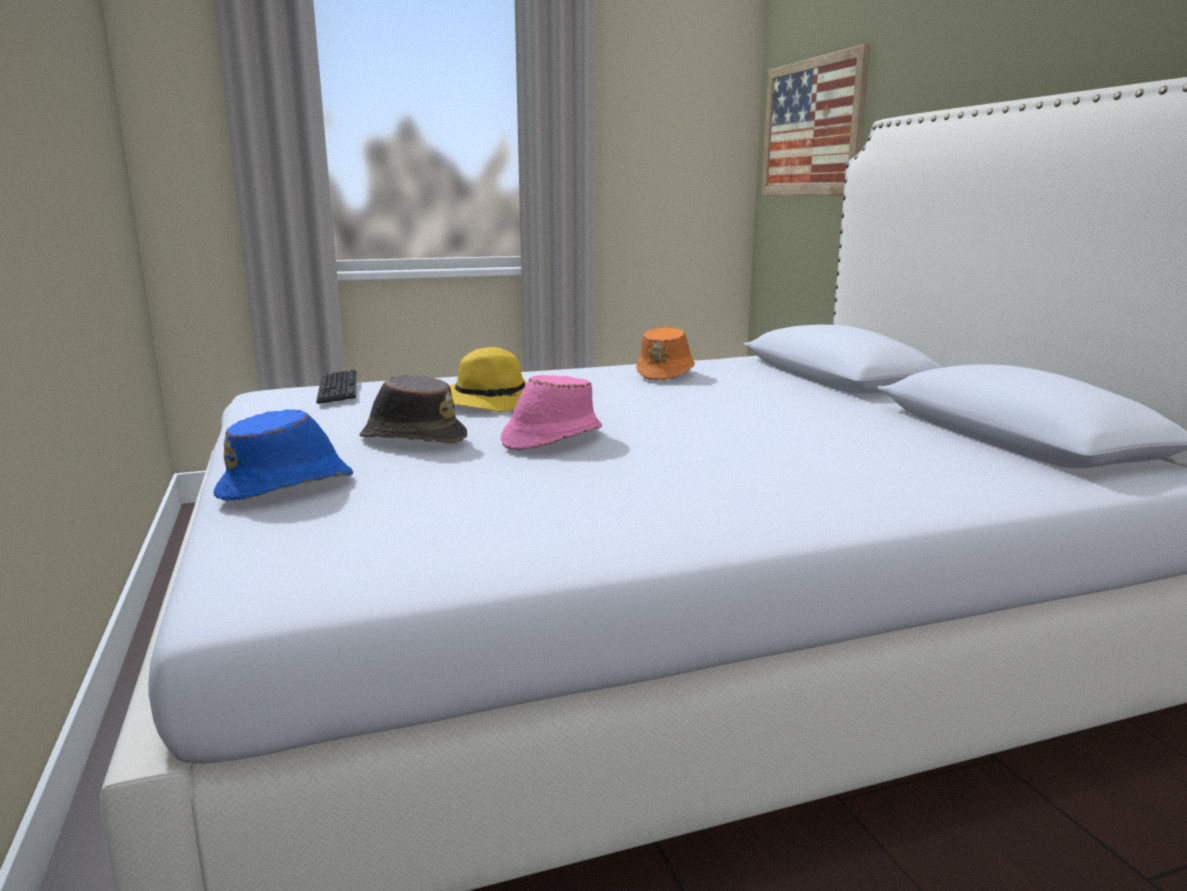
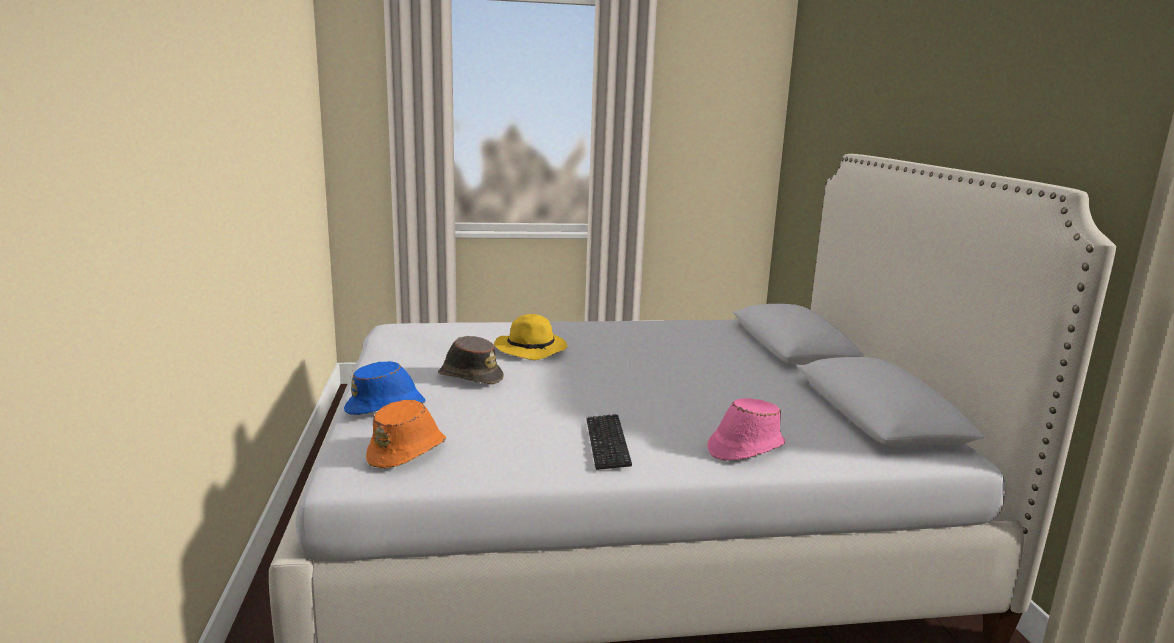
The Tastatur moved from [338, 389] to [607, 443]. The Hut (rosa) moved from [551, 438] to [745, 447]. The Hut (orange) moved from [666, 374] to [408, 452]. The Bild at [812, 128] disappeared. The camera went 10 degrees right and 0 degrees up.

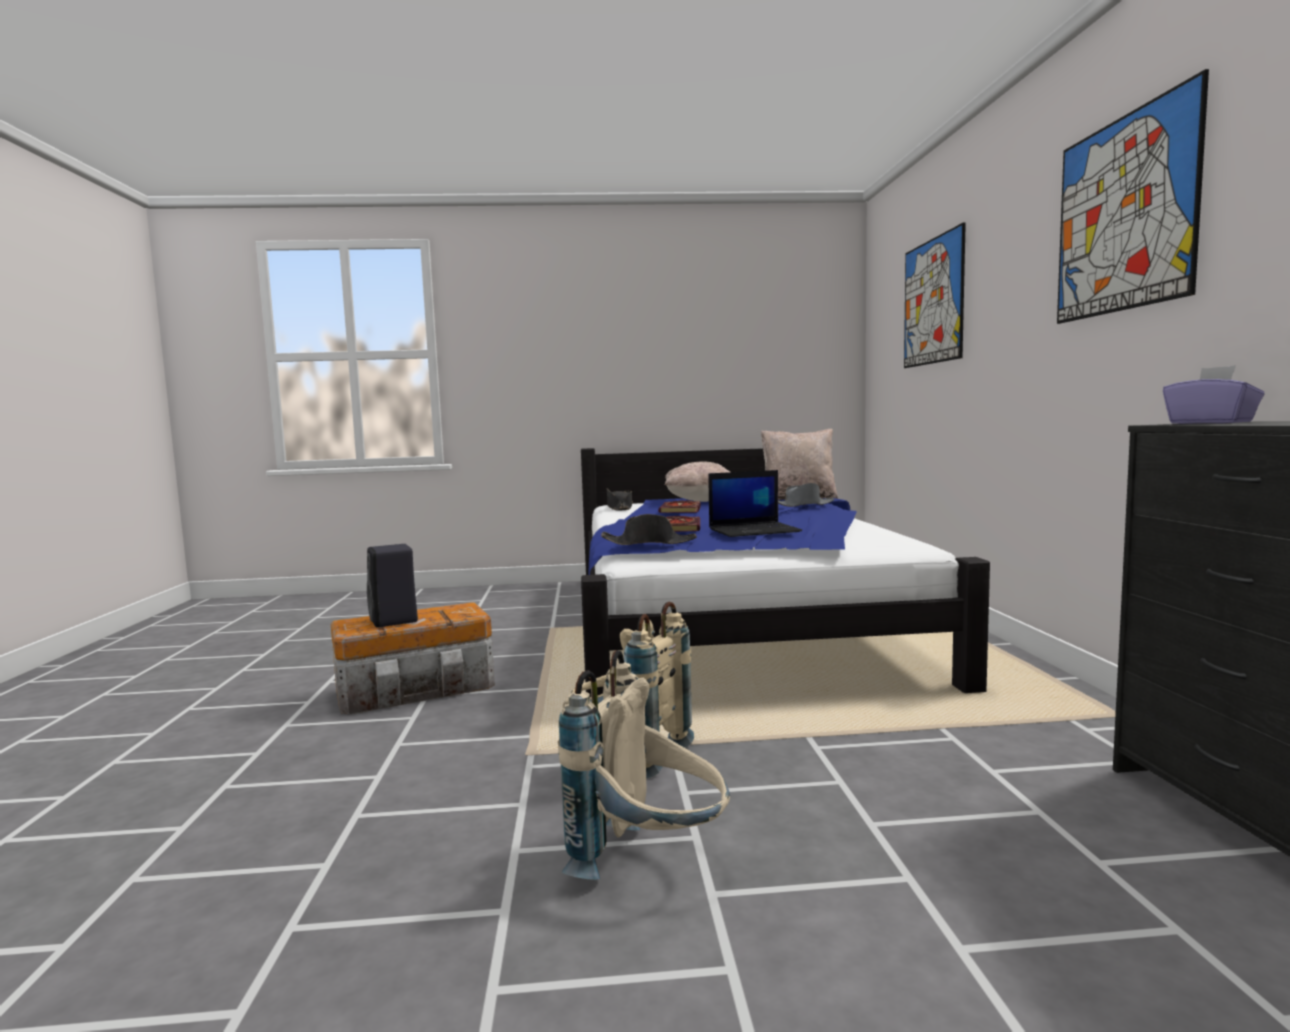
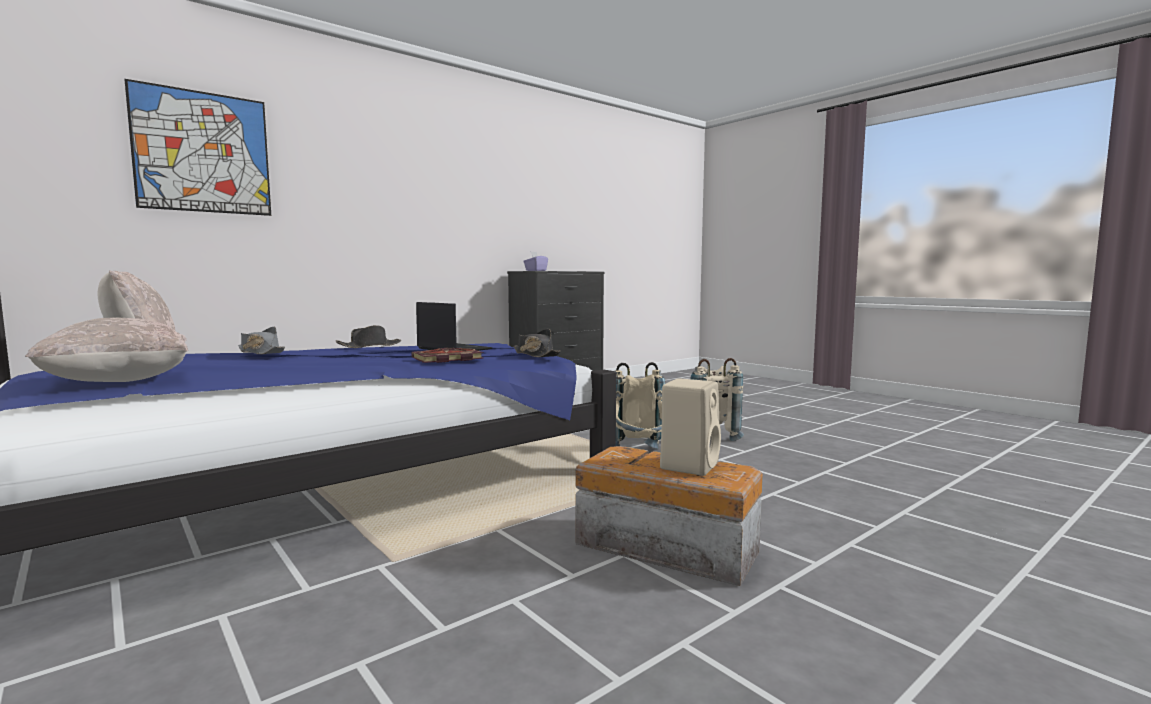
The Lautsprecher (schwarz) at [394, 621] became the Lautsprecher (beige) at [689, 465]. The Hut (schwarz) moved from [619, 508] to [369, 346]. The Buch at [681, 510] disappeared. The Bild at [1123, 214] disappeared. The camera went 125 degrees left and 0 degrees up.

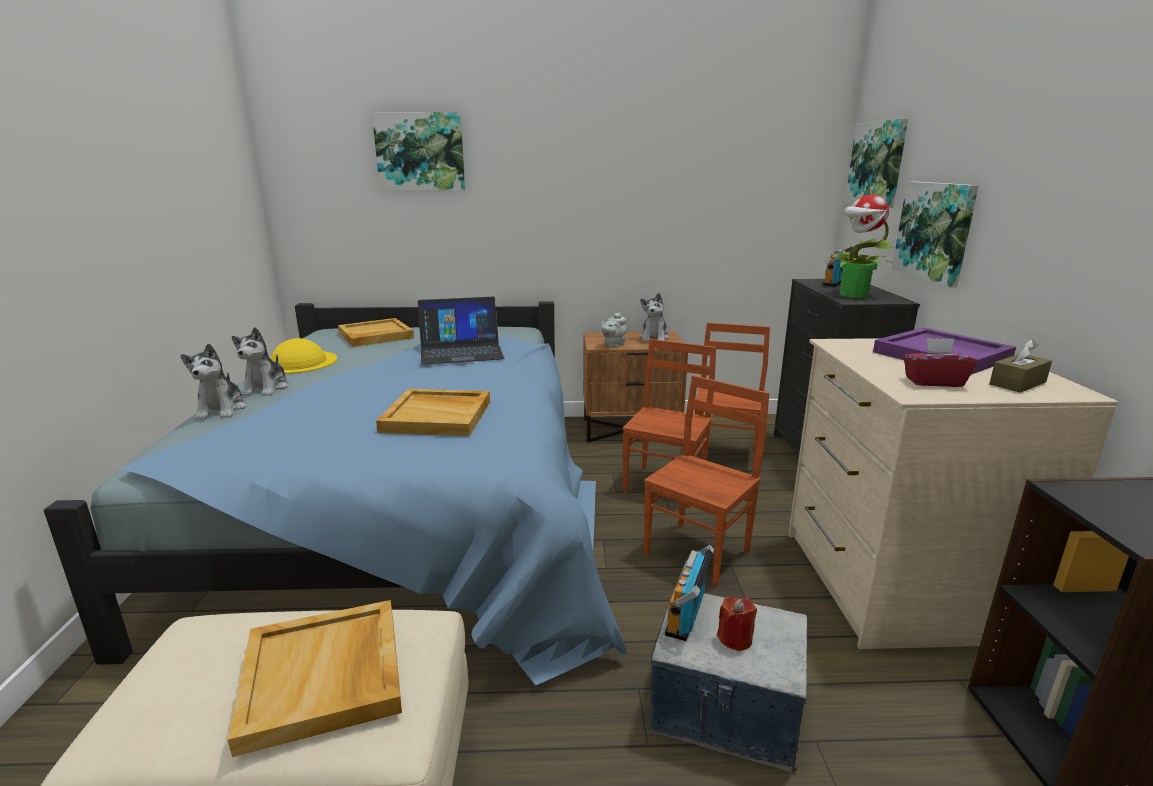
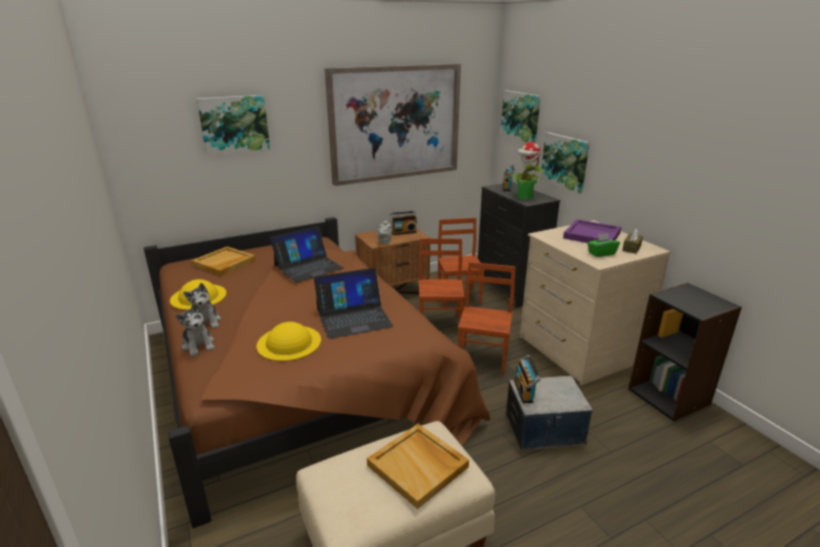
The Bett (blau) at [412, 508] became the Bett (braun) at [301, 377]. The Tablett (beige) at [438, 416] was replaced by the Laptop at [354, 318]. The Plüschtier at [654, 338] was replaced by the Radio at [403, 232]. The Kerze (rot) at [735, 639] disappeared. The Taschentuchbox (rot) at [933, 382] became the Taschentuchbox (grün) at [601, 253]. The Hut (gelb) at [289, 342] appeared. The Bild at [395, 123] appeared. The camera went 25 degrees left and 5 degrees up.

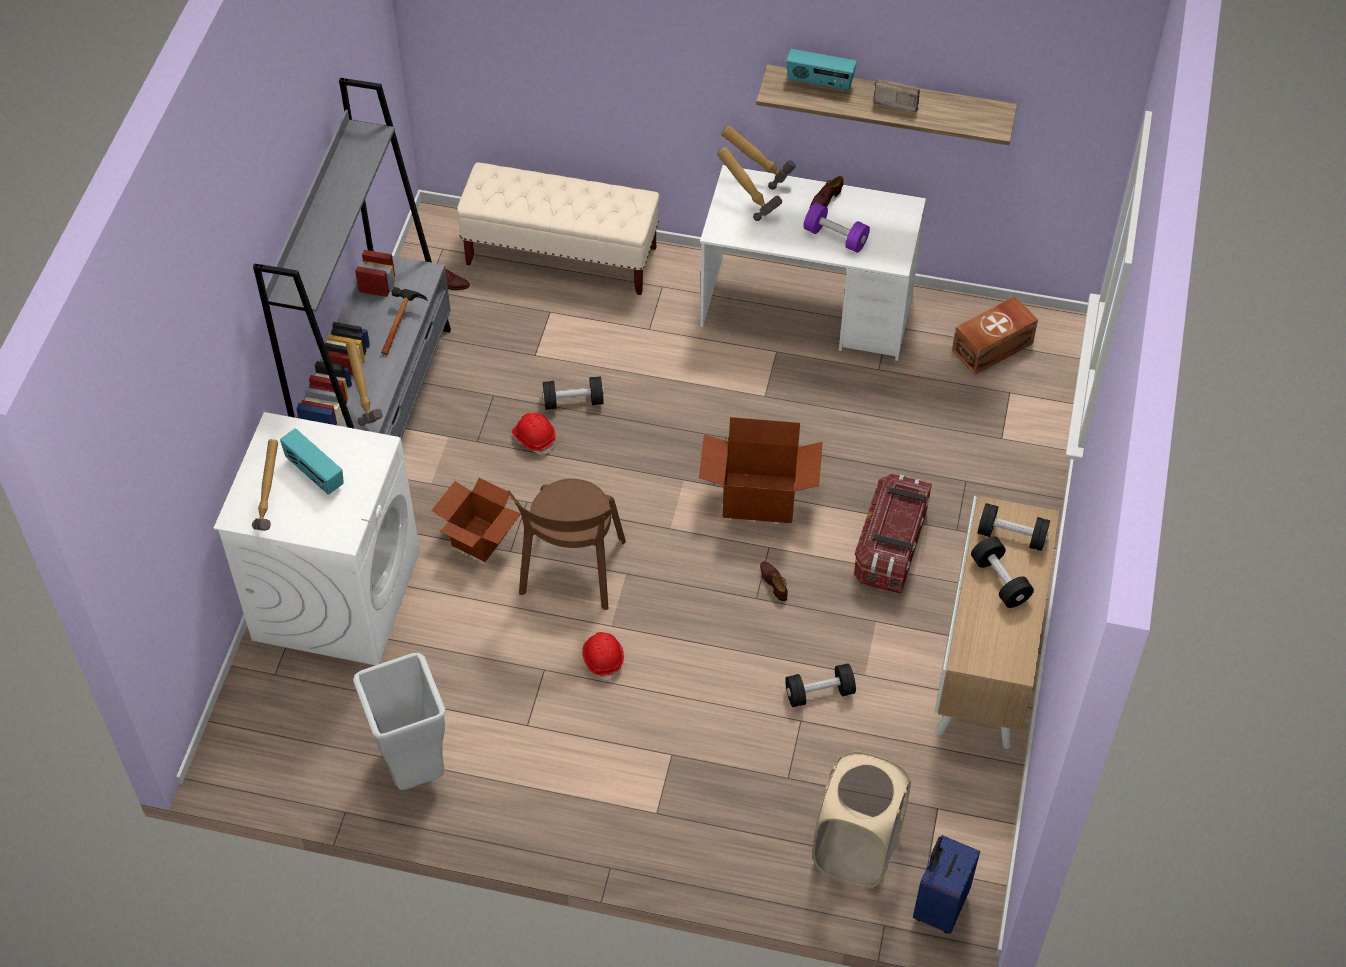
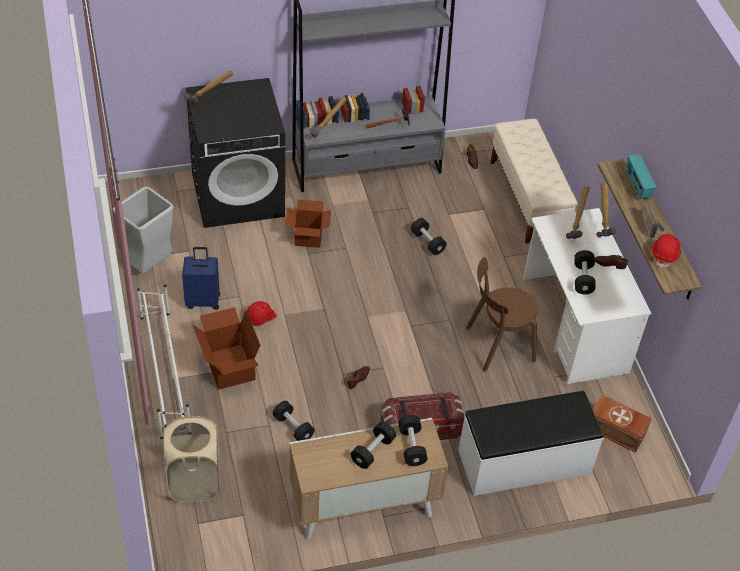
The Waschmaschine (weiß) at [336, 594] became the Waschmaschine (schwarz) at [238, 195]. The Radio at [314, 473] disappeared. The Stuhl (braun) moved from [571, 571] to [496, 345]. The Schutzhelm (rot) moved from [534, 438] to [665, 255]. The Karton moved from [759, 499] to [229, 367]. The Hantel (lila) at [835, 237] became the Hantel (schwarz) at [583, 278]. The Koffer (blau) moved from [939, 906] to [203, 300]. The Schuhregal (weiß) at [165, 372] appeared. The Bank (weiß) at [524, 463] appeared. The camera went 60 degrees right and 5 degrees down.

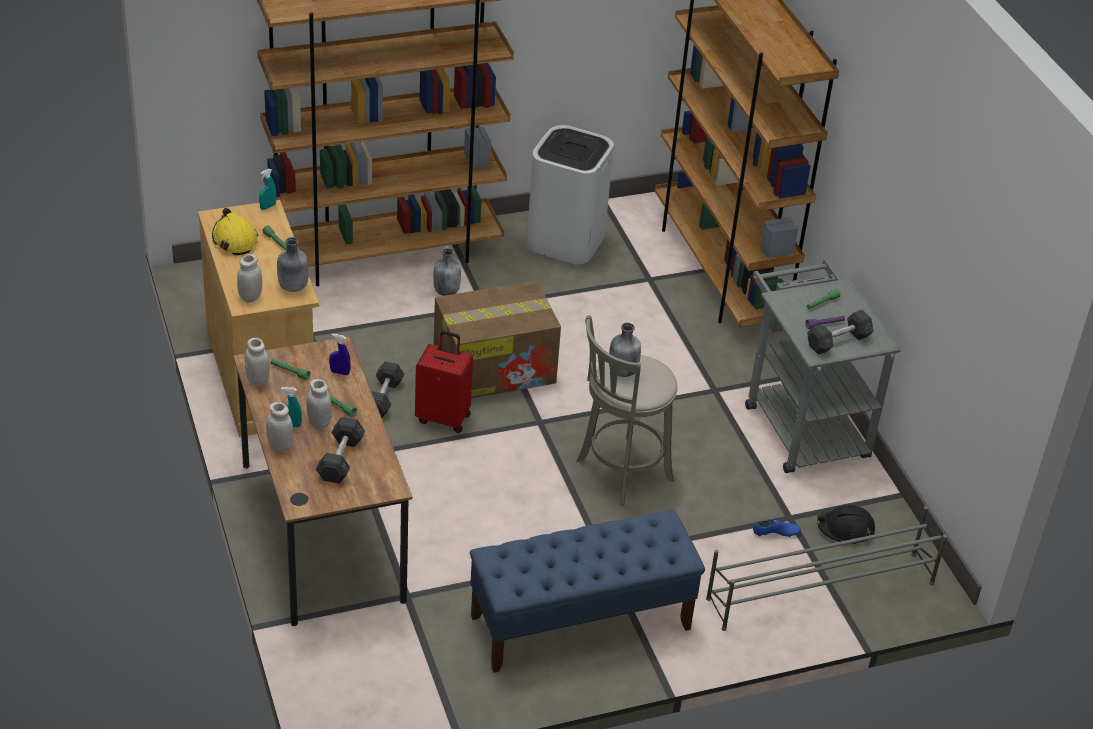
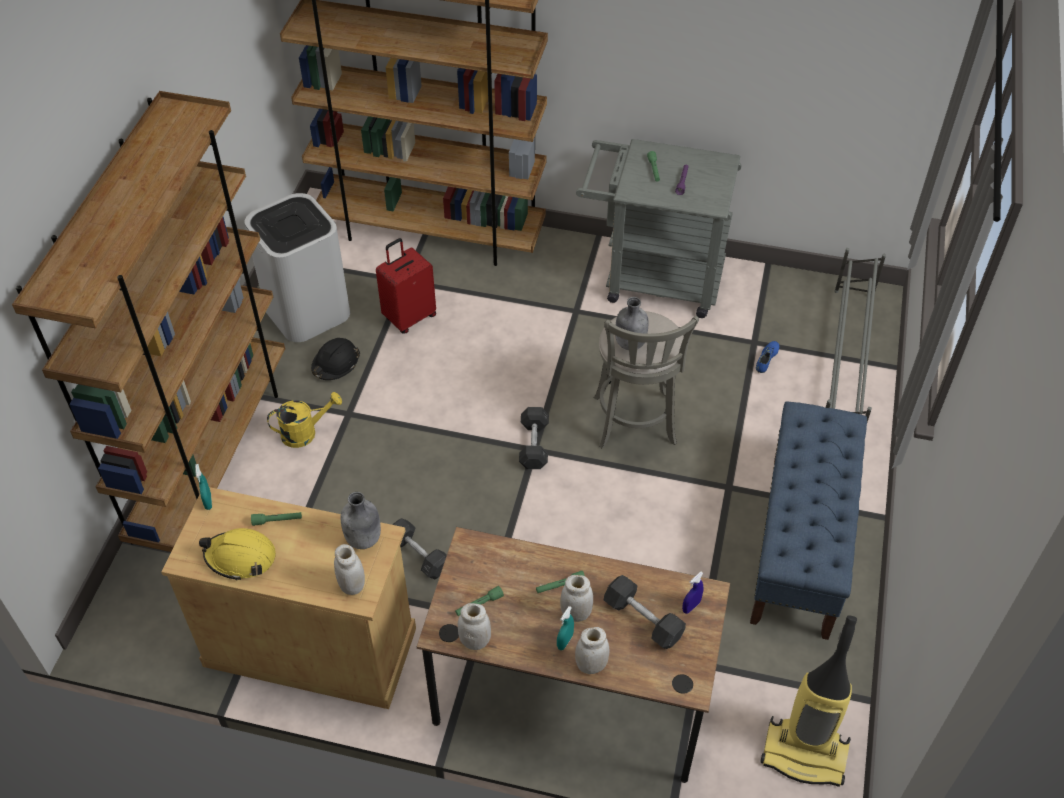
The Sprühflasche (blau) moved from [340, 372] to [691, 606]. The Koffer (rot) moved from [444, 417] to [409, 317]. The Flasche (grau) at [446, 291] was replaced by the Gießkanne (gelb) at [305, 432]. The Karton at [496, 368] disappeared. The Hantel (grau) moved from [838, 341] to [534, 445]. The Schutzhelm (schwarz) moved from [845, 530] to [335, 364]. The Staubsauger at [805, 753] appeared. The camera went 55 degrees left and 10 degrees up.

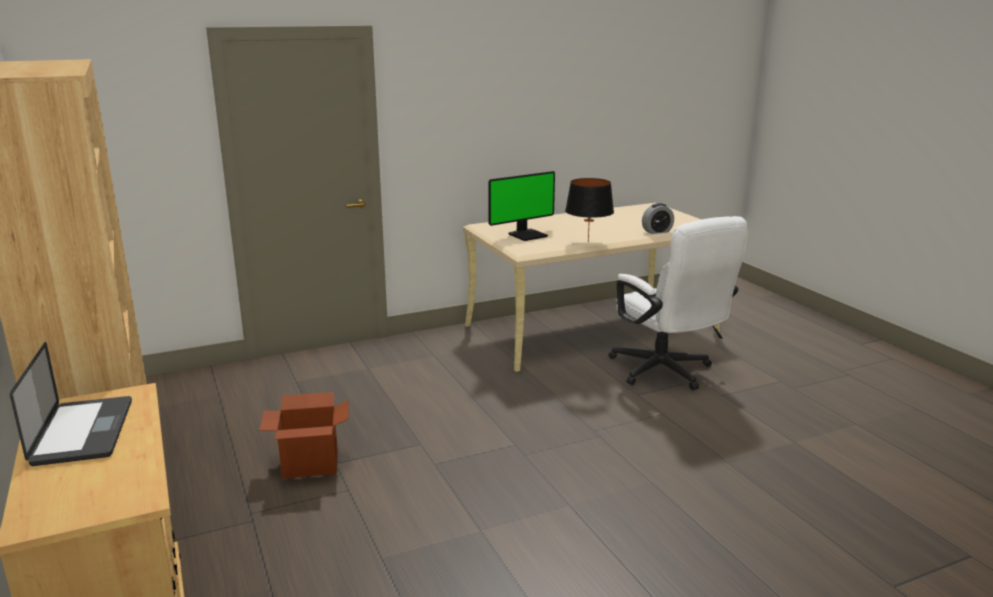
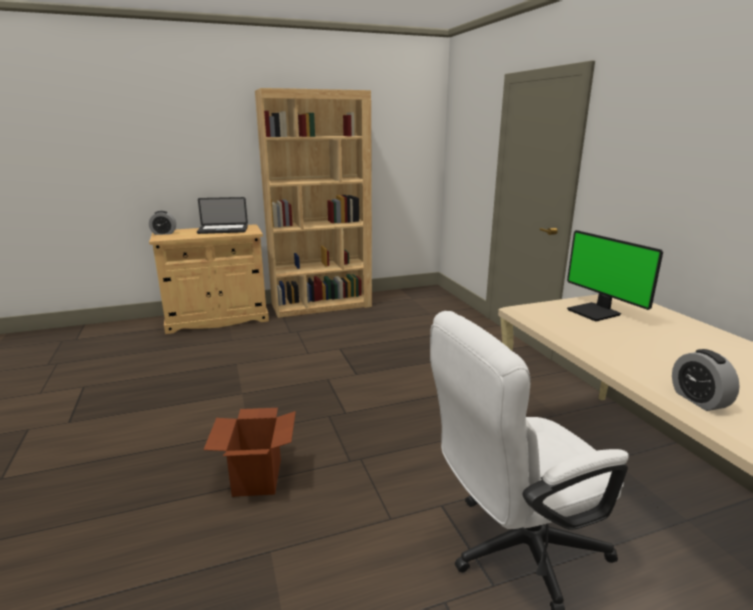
The Karton moved from [310, 465] to [257, 477]. The Tischlampe (schwarz) at [588, 242] disappeared. The Wecker at [164, 233] appeared. The camera went 95 degrees right and 0 degrees up.

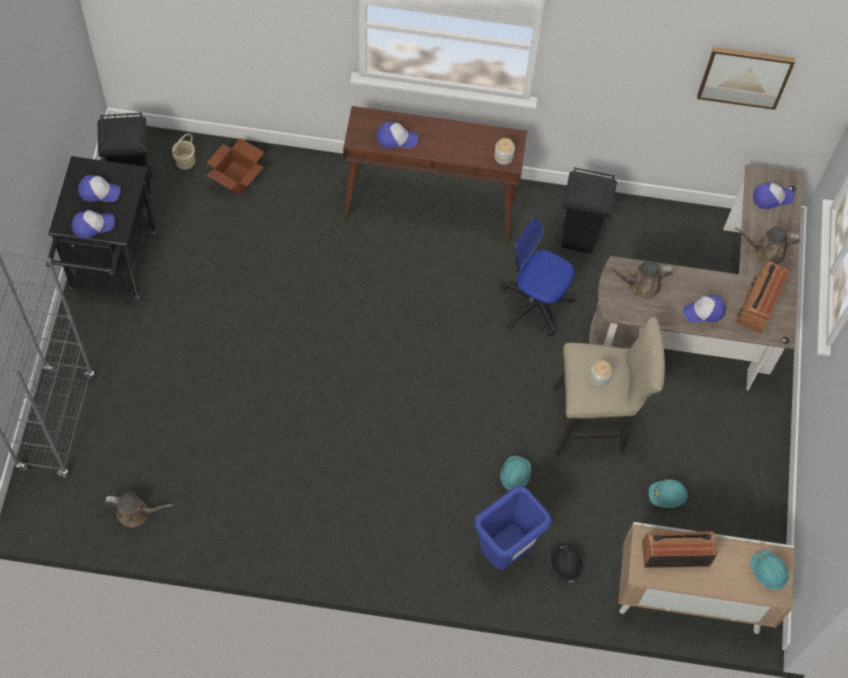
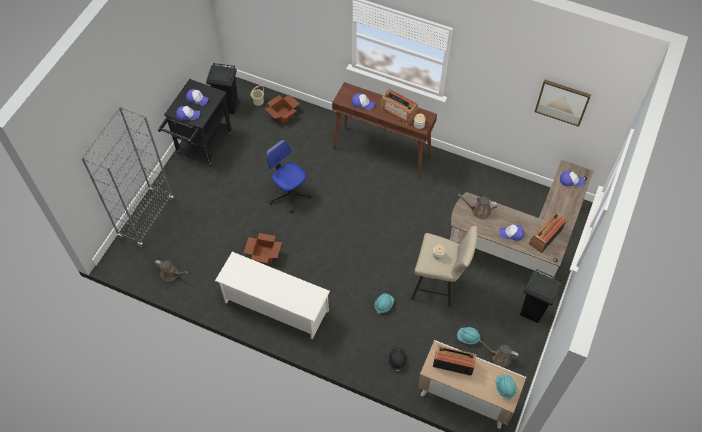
The Mülleimer (blau) at [504, 552] disappeared. The Bürostuhl moved from [535, 303] to [289, 194]. The Mülleimer (schwarz) moved from [579, 239] to [532, 312]. The Gießkanne (braun) moved from [766, 251] to [499, 357]. The Schuhregal (weiß) at [275, 306] appeared. The Karton at [264, 254] appeared. The Radio at [398, 112] appeared. The camera went 20 degrees right and 5 degrees down.

